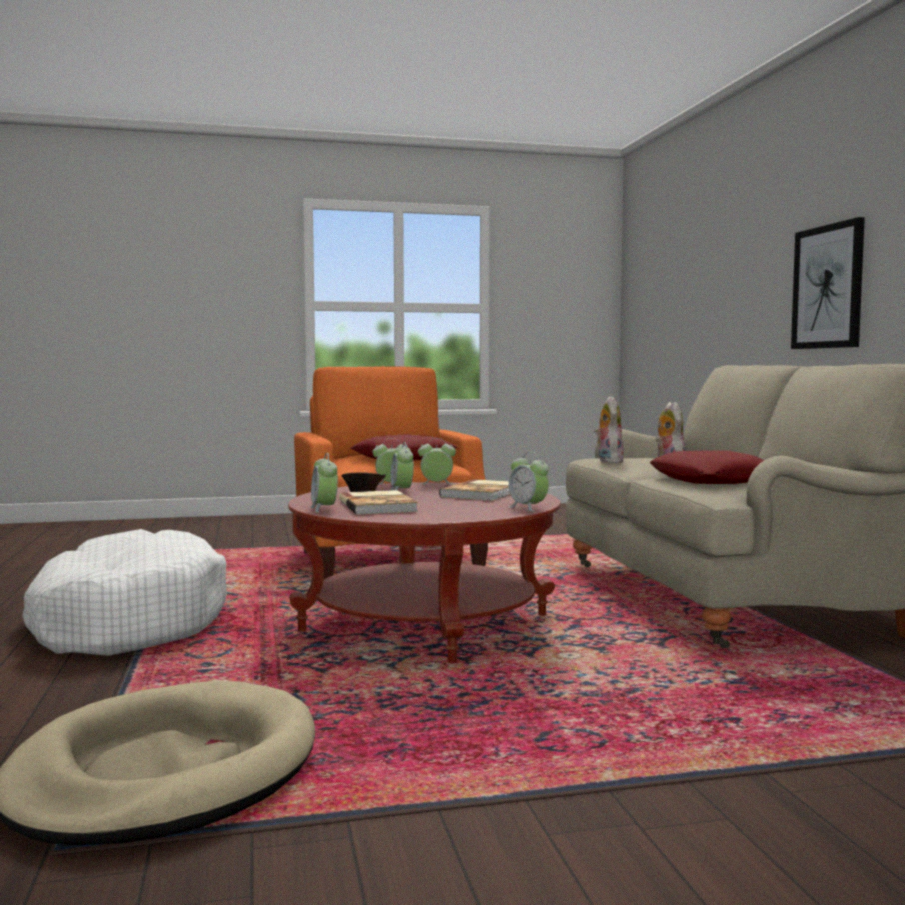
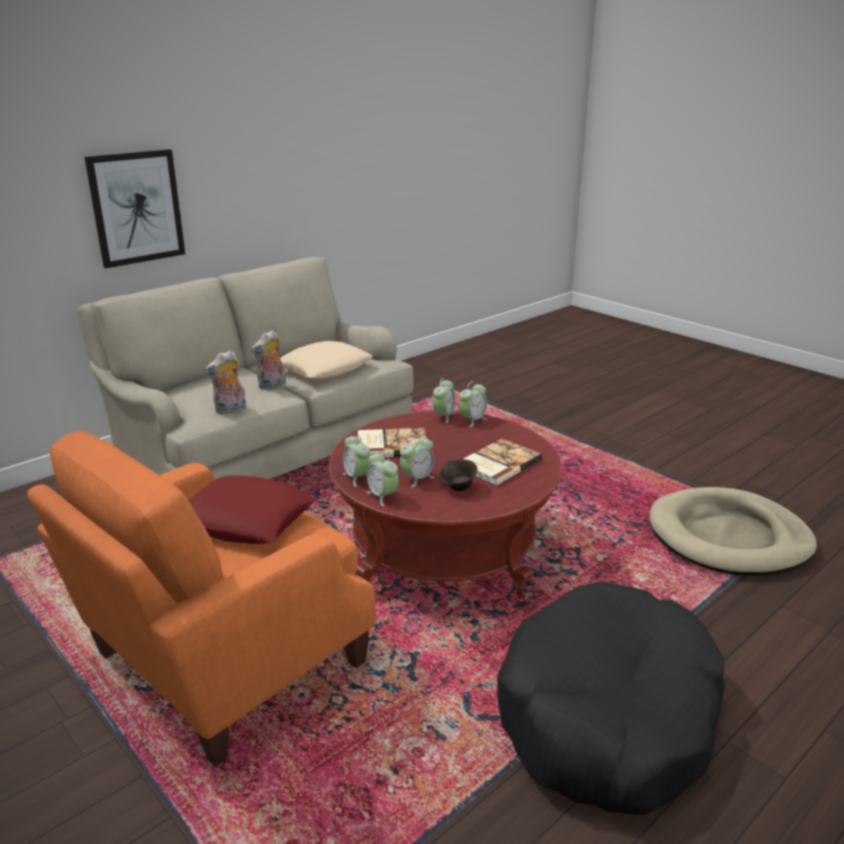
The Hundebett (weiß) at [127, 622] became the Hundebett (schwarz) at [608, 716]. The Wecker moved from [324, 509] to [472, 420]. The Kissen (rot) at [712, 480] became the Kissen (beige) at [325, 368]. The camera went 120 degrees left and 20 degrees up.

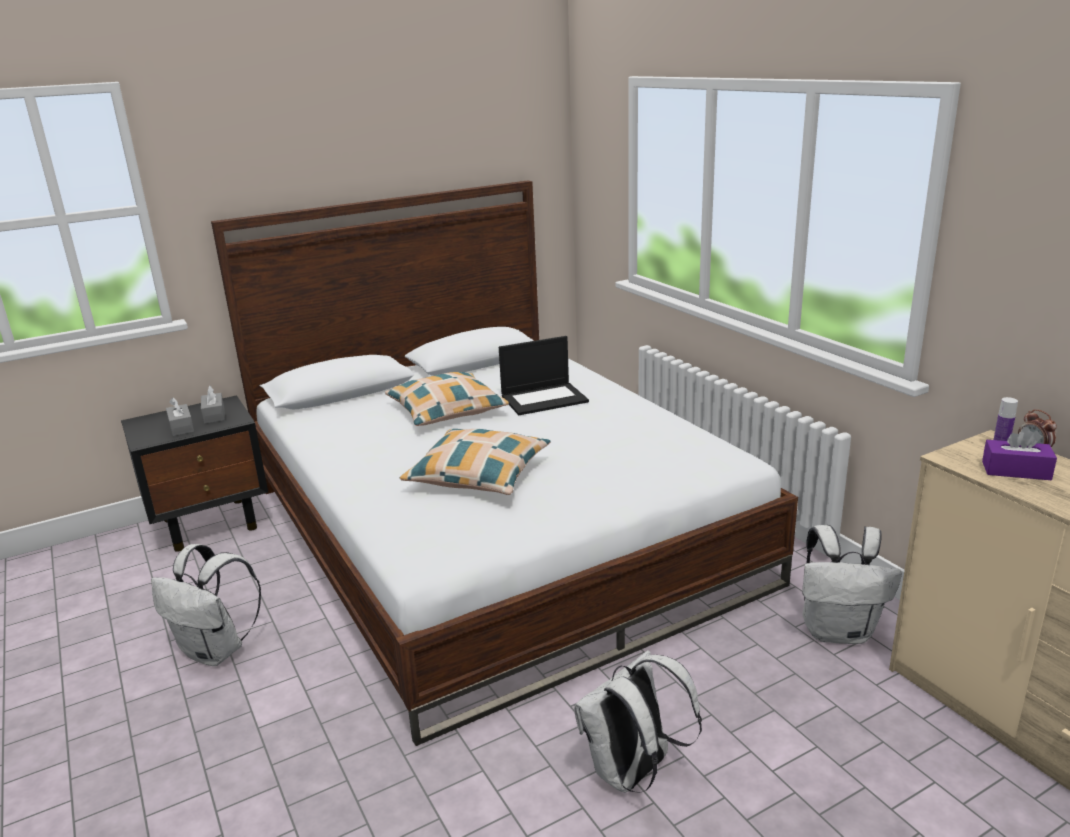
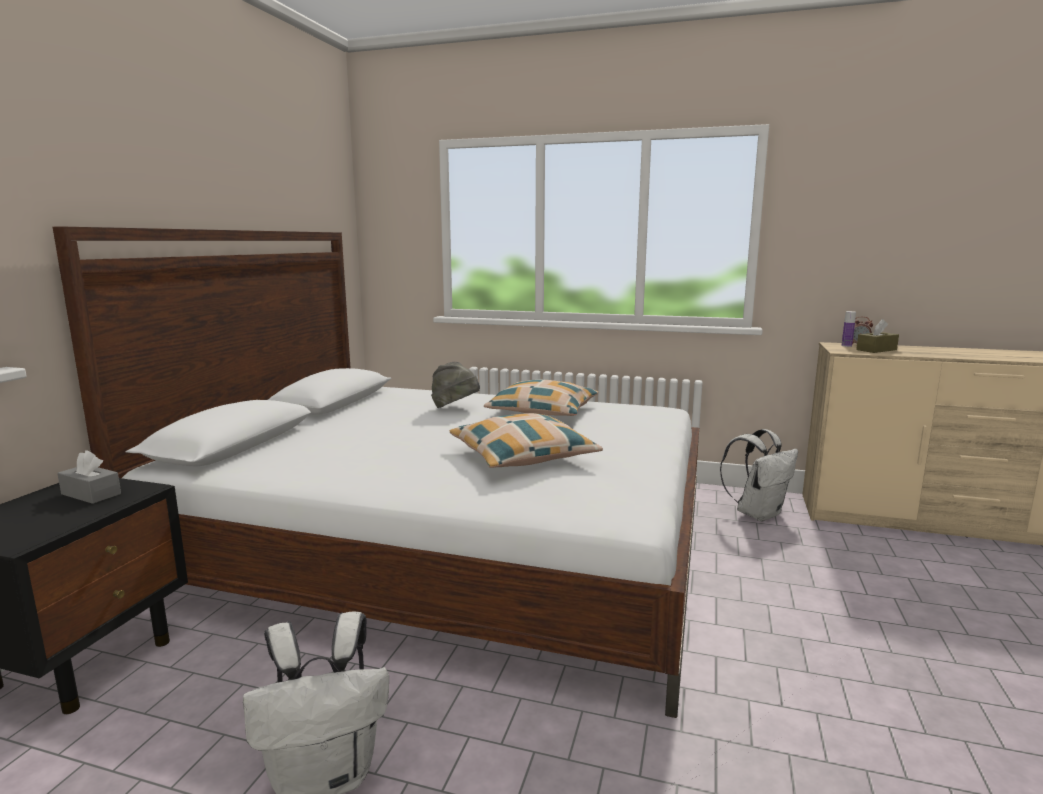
The Taschentuchbox (grau) at [181, 427] disappeared. The Kissen moved from [446, 410] to [543, 411]. The Laptop at [544, 398] was replaced by the Hut (grau) at [455, 408]. The Rucksack (weiß) at [633, 773] disappeared. The Taschentuchbox (lila) at [1016, 470] became the Taschentuchbox (braun) at [876, 350]. The camera went 45 degrees left and 10 degrees down.

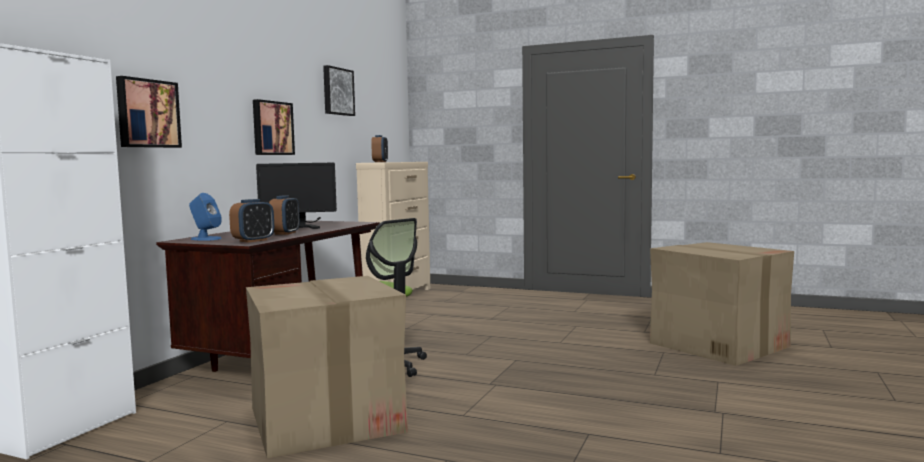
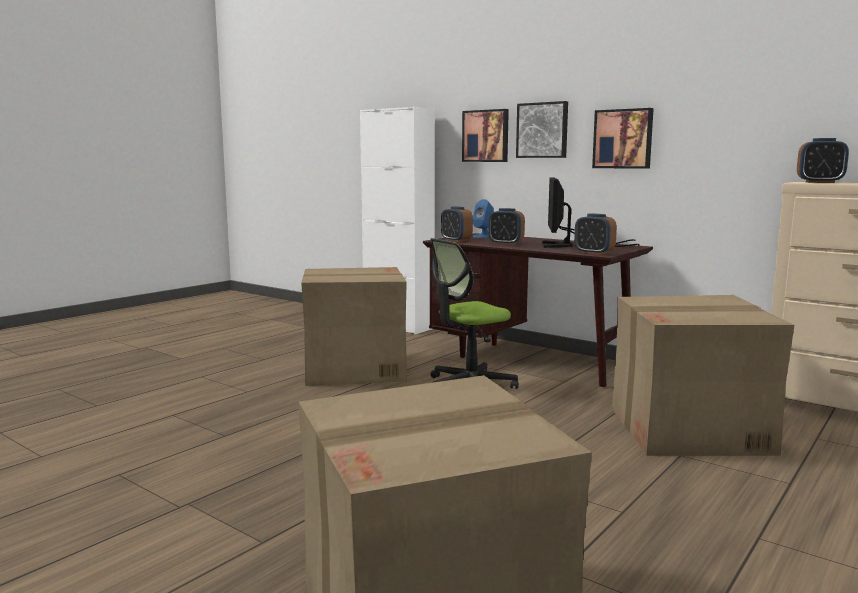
The Bild moved from [337, 91] to [542, 130]. The Wecker at [594, 253] appeared. The Karton at [690, 430] appeared. The camera went 105 degrees right and 5 degrees up.

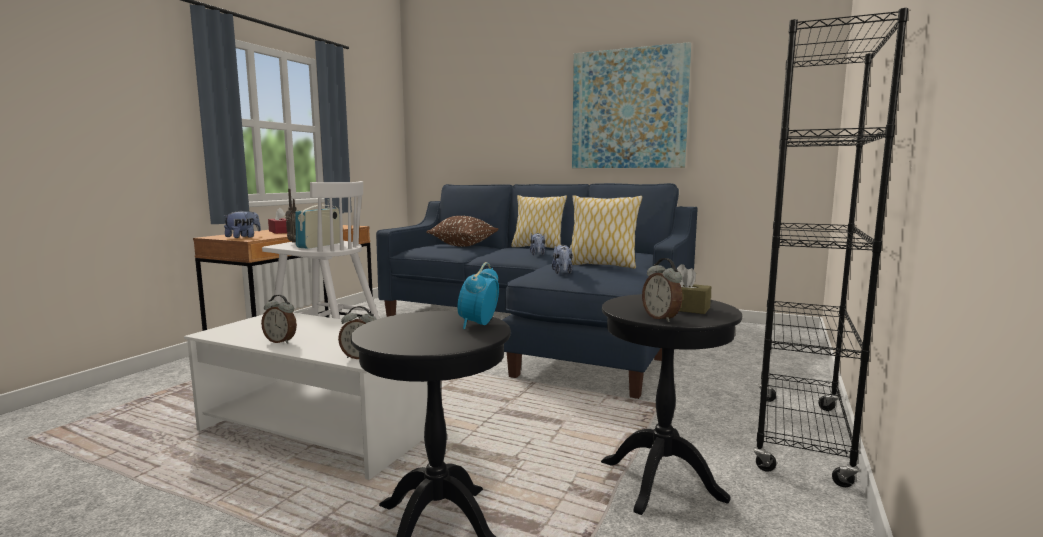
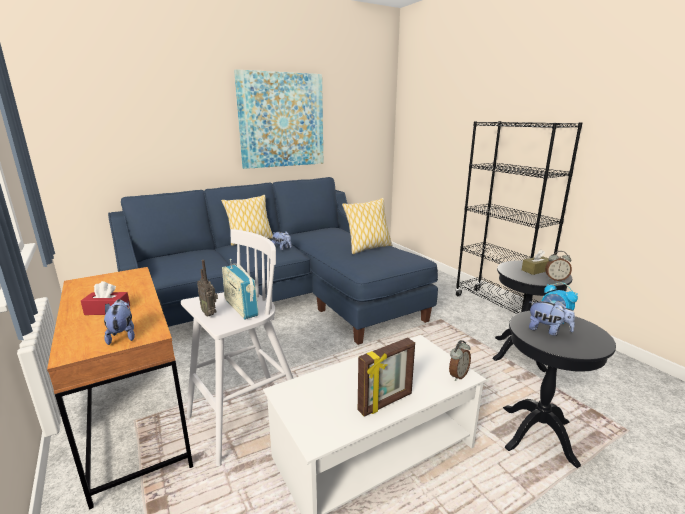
The Wecker at [281, 341] was replaced by the Bilderrahmen at [386, 403]. The Kissen (braun) at [463, 245] disappeared. The Plüschtier moved from [562, 273] to [547, 330]. The camera went 55 degrees left and 10 degrees up.

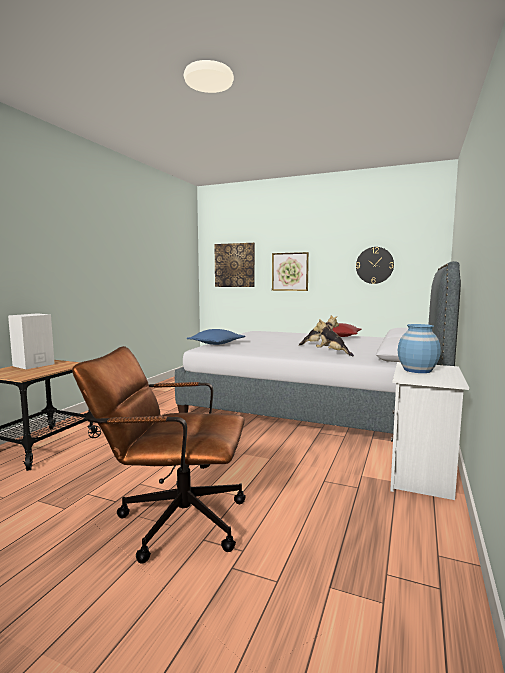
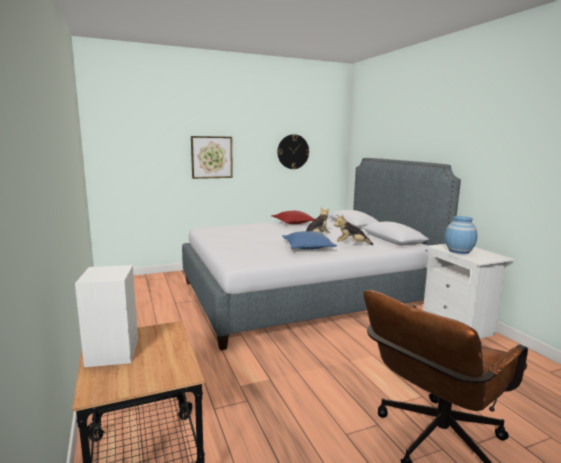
The Kissen (blau) moved from [216, 344] to [308, 247]. The Bild at [234, 265] disappeared. The camera went 45 degrees left and 5 degrees up.

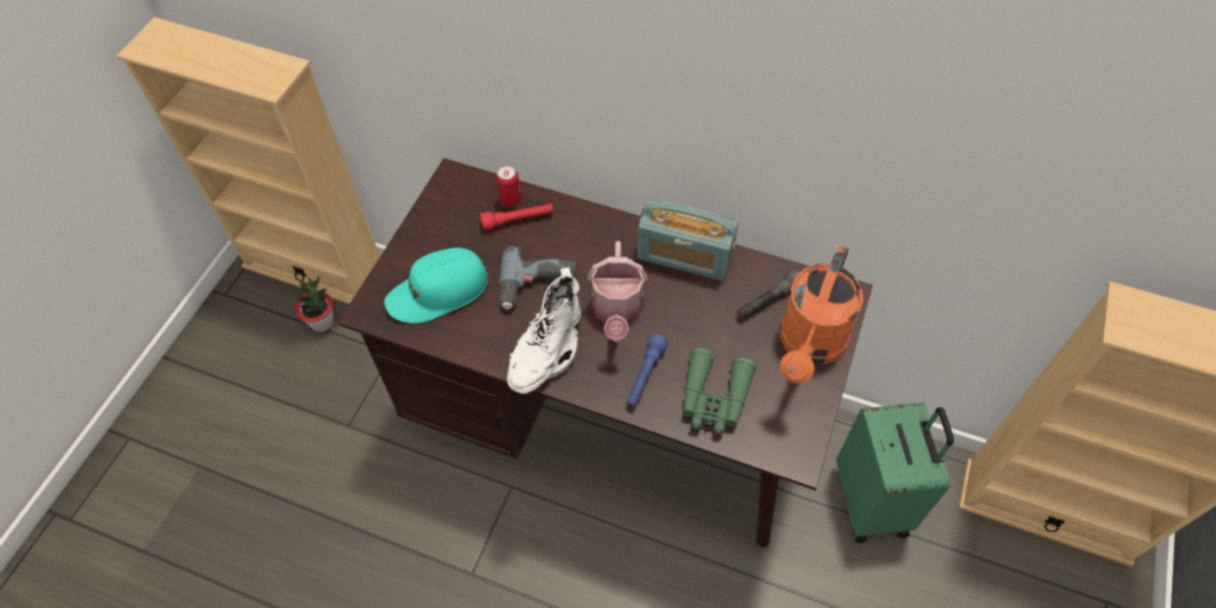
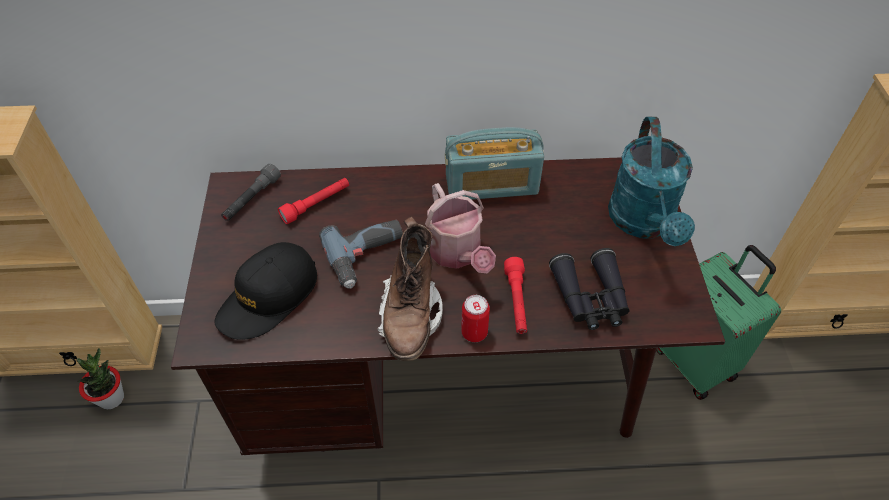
The Kappe (türkis) at [438, 292] became the Kappe (schwarz) at [268, 297]. The Dose moved from [511, 200] to [474, 332]. The Stiefel (weiß) at [546, 353] became the Stiefel (braun) at [410, 316]. The Taschenlampe (blau) at [645, 376] became the Taschenlampe (rot) at [516, 301]. The Fernglas (grün) at [714, 399] became the Fernglas (schwarz) at [590, 298]. The Taschenlampe (grau) moved from [768, 301] to [252, 199]. The Gießkanne (orange) at [809, 347] became the Gießkanne (türkis) at [644, 223]. The camera went 25 degrees left and 5 degrees down.

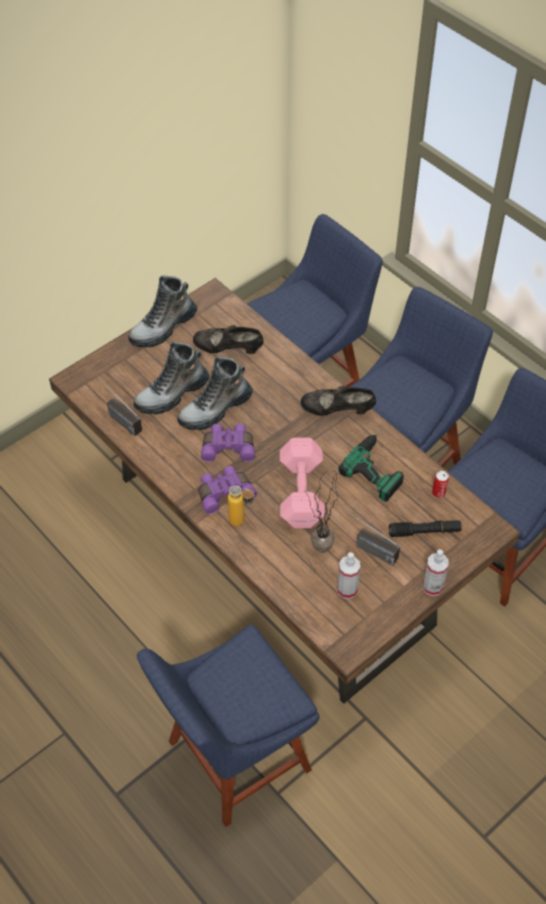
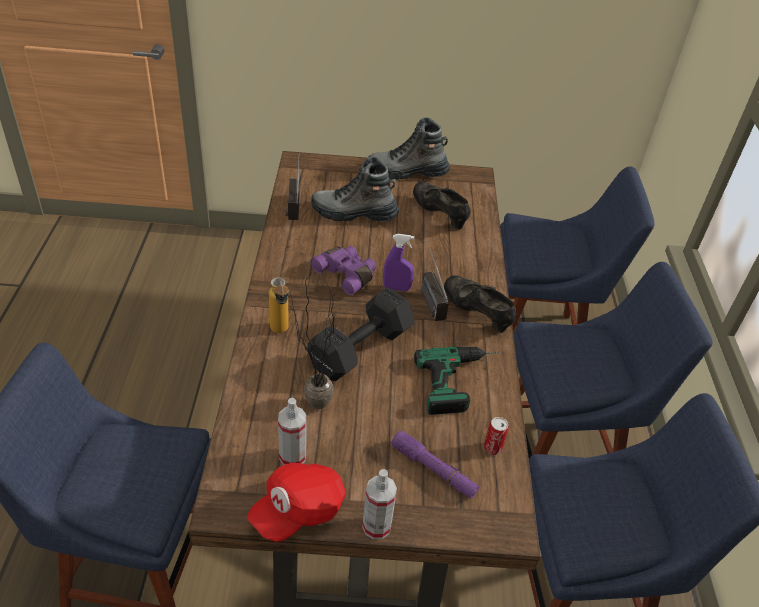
The Stiefel at [215, 409] disappeared. The Fernglas (lila) at [224, 493] disappeared. The Hantel (rosa) at [300, 494] became the Hantel (schwarz) at [358, 350]. The Radio moved from [366, 547] to [428, 296]. The Taschenlampe (schwarz) at [424, 532] became the Taschenlampe (lila) at [433, 470]. The Kappe (rot) at [298, 510] appeared. The Sprühflasche (lila) at [396, 288] appeared. The camera went 40 degrees right and 10 degrees down.

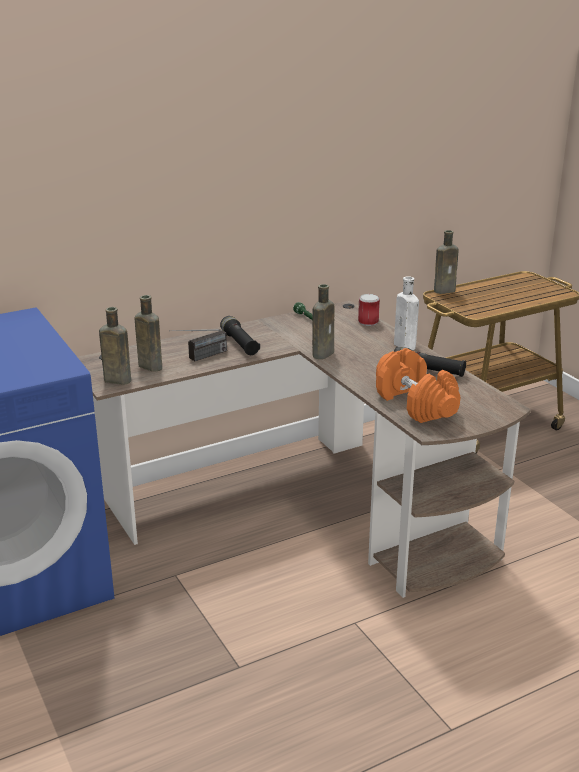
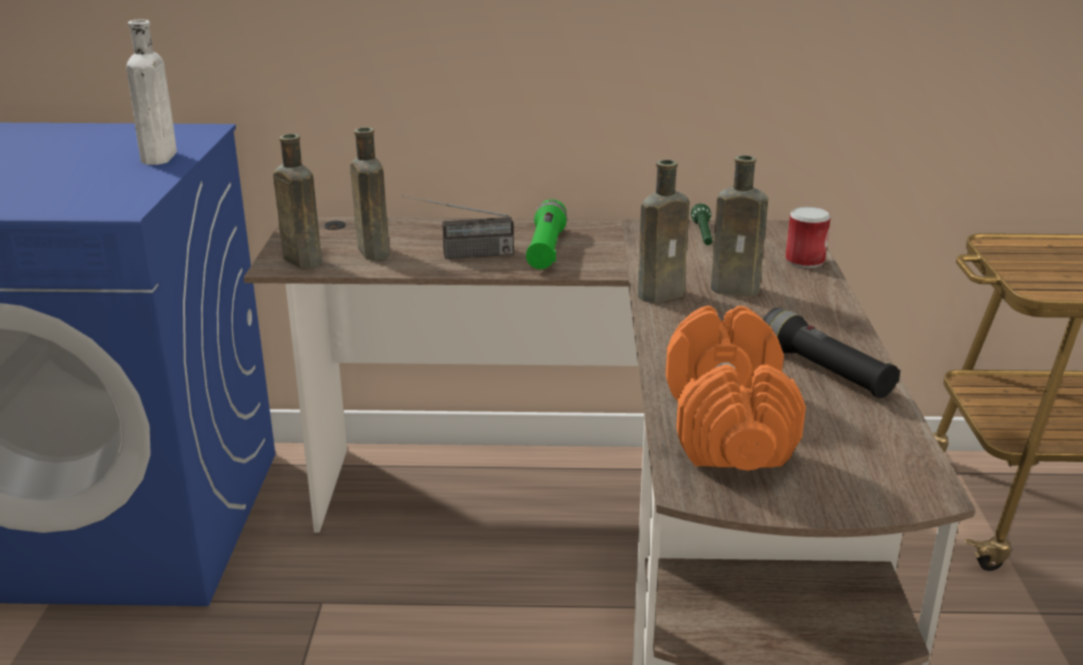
The Taschenlampe (schwarz) at [239, 344] became the Taschenlampe (grün) at [546, 249]. The Flasche (weiß) moved from [405, 346] to [158, 158]. The Flasche (braun) moved from [446, 290] to [738, 289]. The camera went 30 degrees right and 0 degrees up.

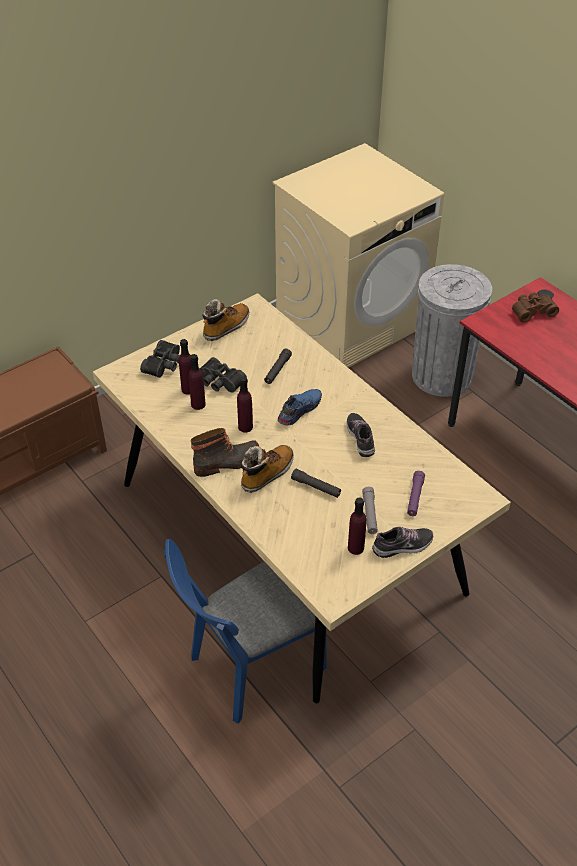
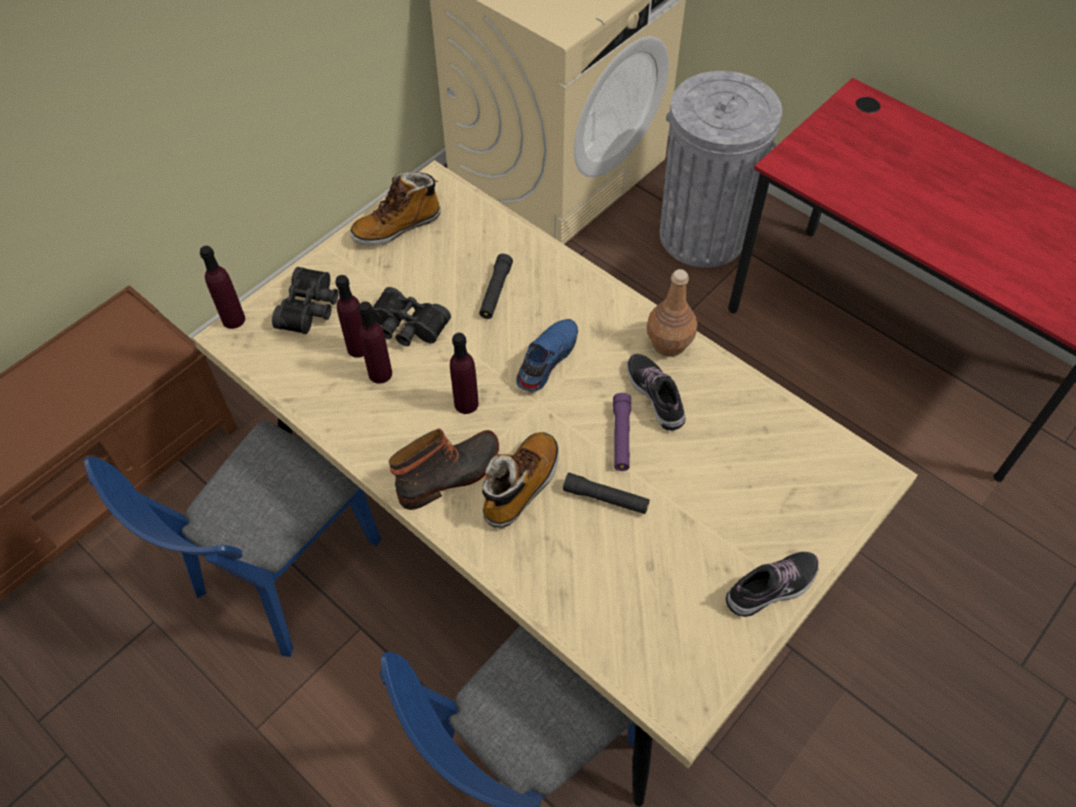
The Stiefel at [226, 327] turned 150 degrees counterclockwise. The Flasche (lila) moved from [355, 548] to [233, 319]. The Taschenlampe (grau) at [370, 514] disappeared. The Taschenlampe (lila) moved from [415, 497] to [621, 436]. The Fernglas (braun) at [532, 311] disappeared. The Stuhl (blau) at [279, 578] appeared. The Flasche (braun) at [668, 343] appeared. The camera went 10 degrees left and 10 degrees up.

